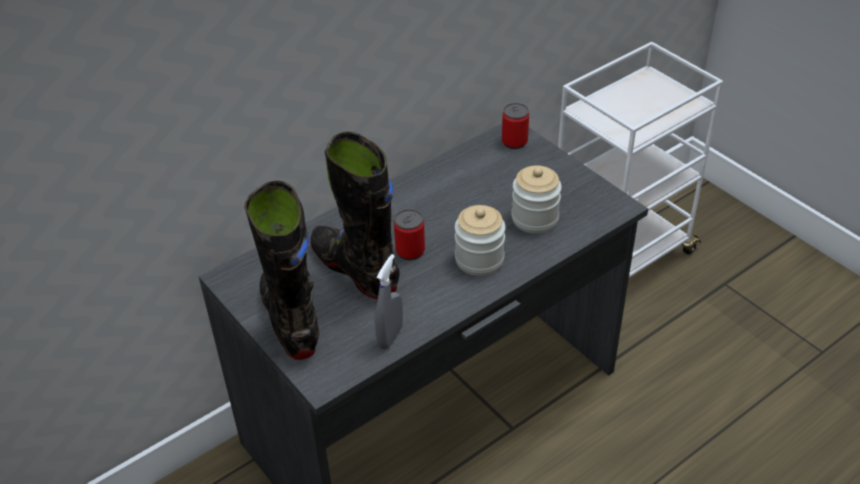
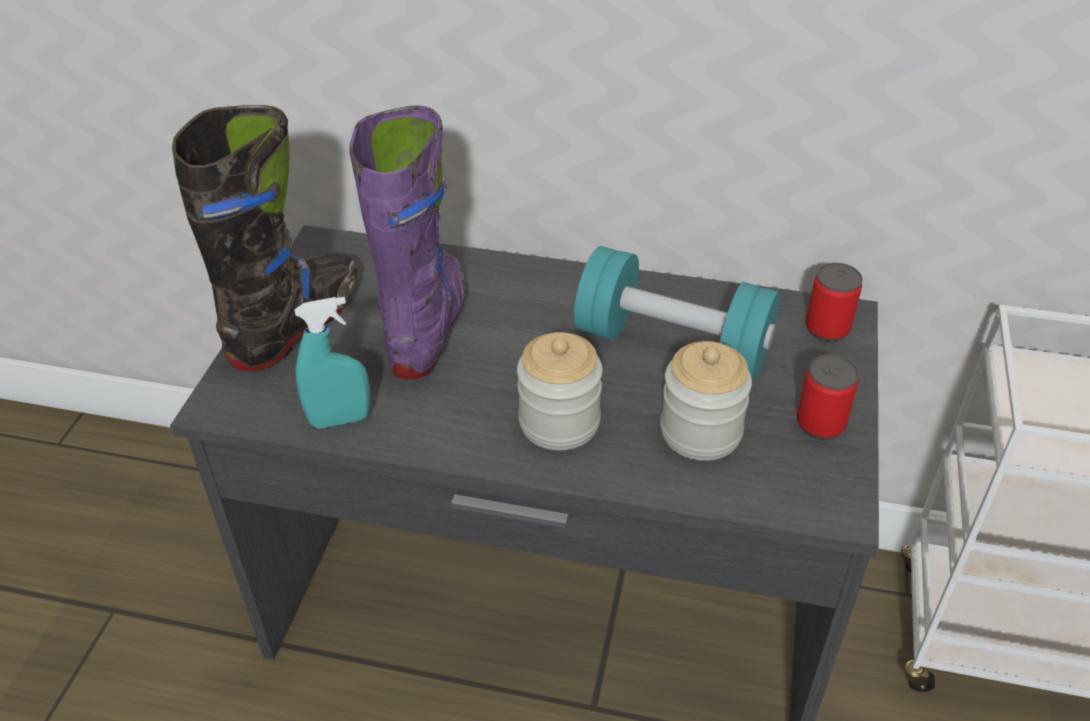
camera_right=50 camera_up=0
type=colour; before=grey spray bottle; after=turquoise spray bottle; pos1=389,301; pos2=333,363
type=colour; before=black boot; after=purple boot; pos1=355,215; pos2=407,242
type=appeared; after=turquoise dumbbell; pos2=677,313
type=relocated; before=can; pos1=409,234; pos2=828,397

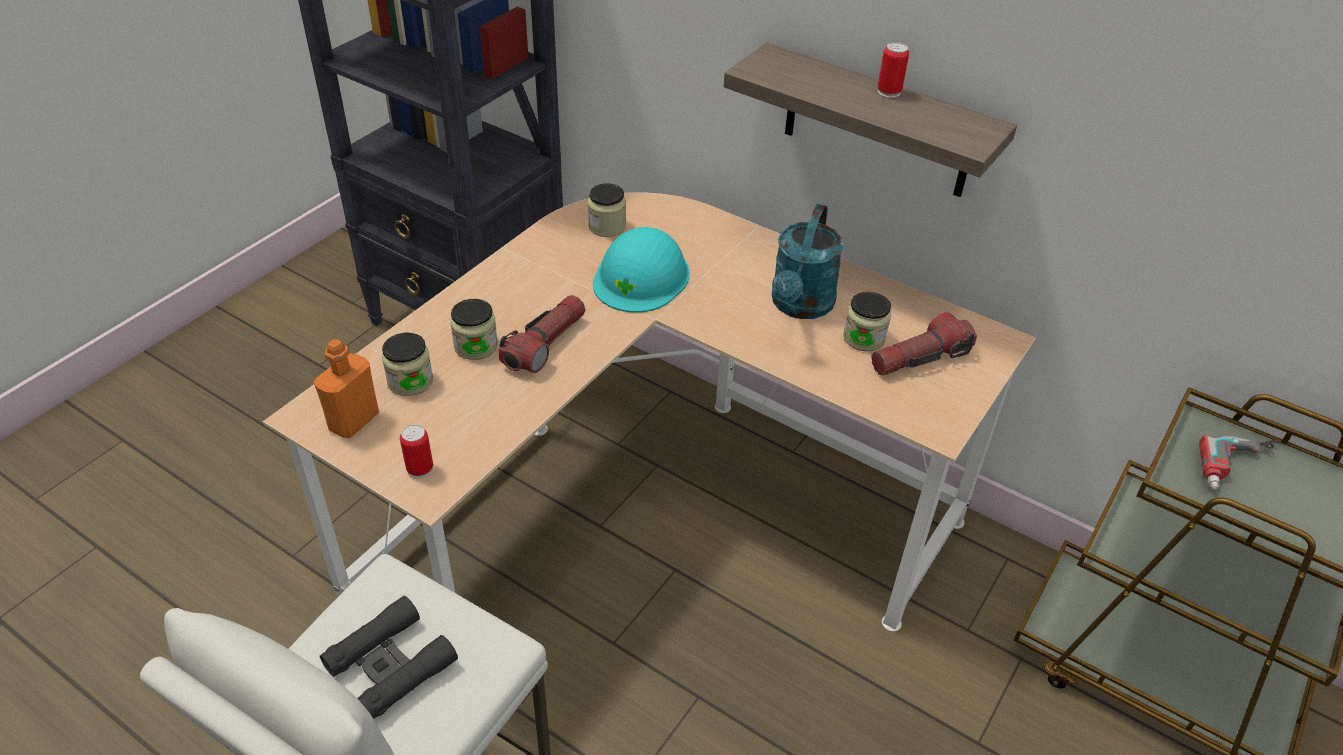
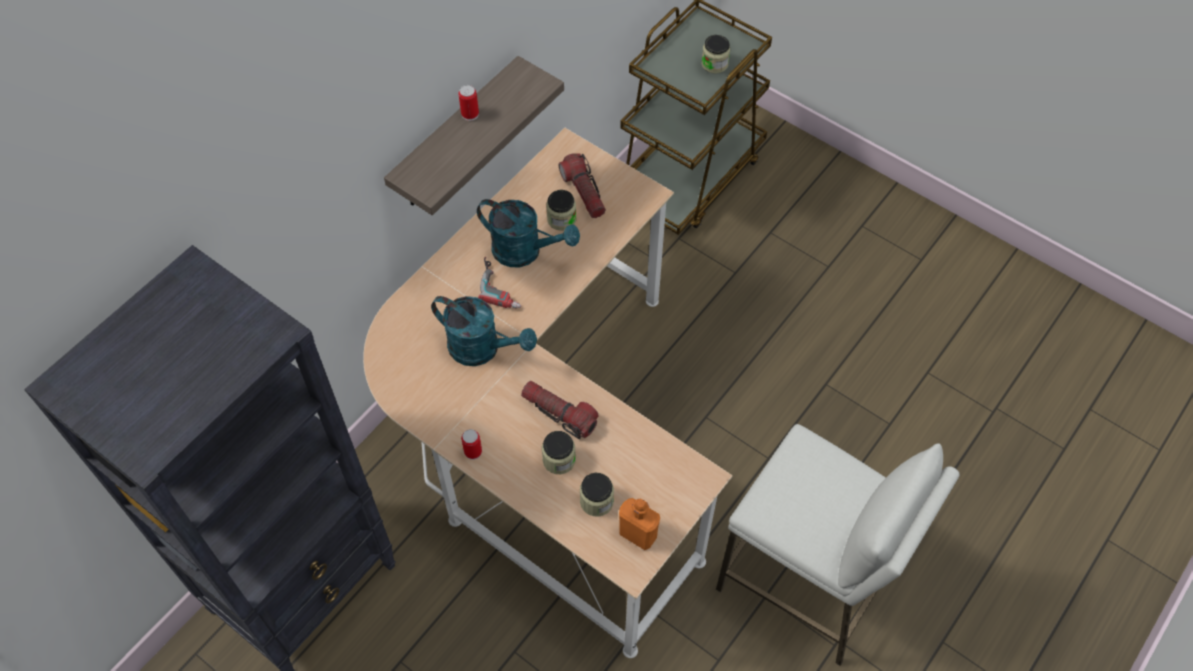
camera_right=-85 camera_up=15
type=exchanged; before=turquoise hard hat; after=turquoise watering can; pos1=641,270; pos2=484,331
type=relocated; before=can; pos1=416,451; pos2=471,444
type=relocated; before=power drill; pos1=1239,462; pos2=499,283
type=relocated; before=jar; pos1=606,210; pos2=715,54
type=missing; before=black binoculars; pos1=389,657

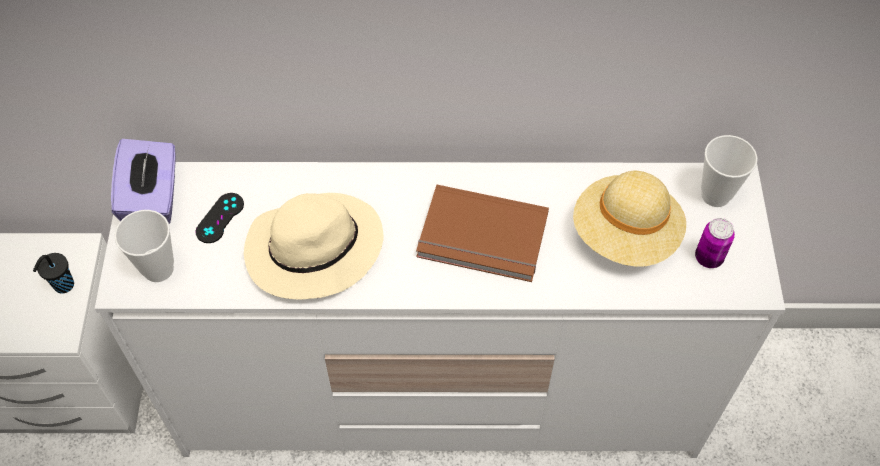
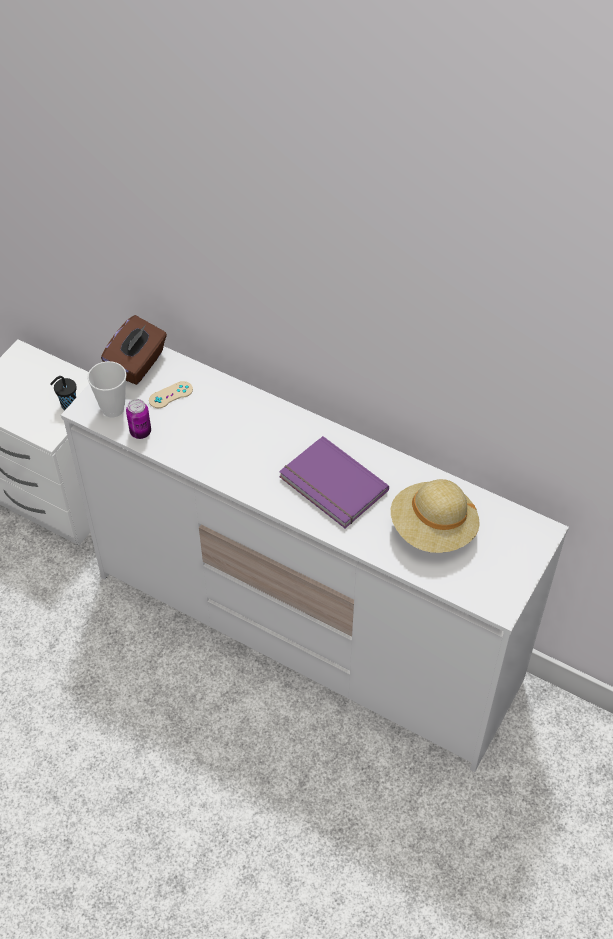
camera_right=30 camera_up=-5
type=colour; before=purple tissue box; after=brown tissue box; pos1=143,181; pos2=134,350
type=relocated; before=can; pos1=715,243; pos2=138,419
type=colour; before=black game controller; after=beige game controller; pos1=219,218; pos2=171,394
type=colour; before=brown book; after=purple book; pos1=482,233; pos2=334,482
type=missing; before=beige hat; pos1=313,246
type=missing; before=cup; pos1=729,171

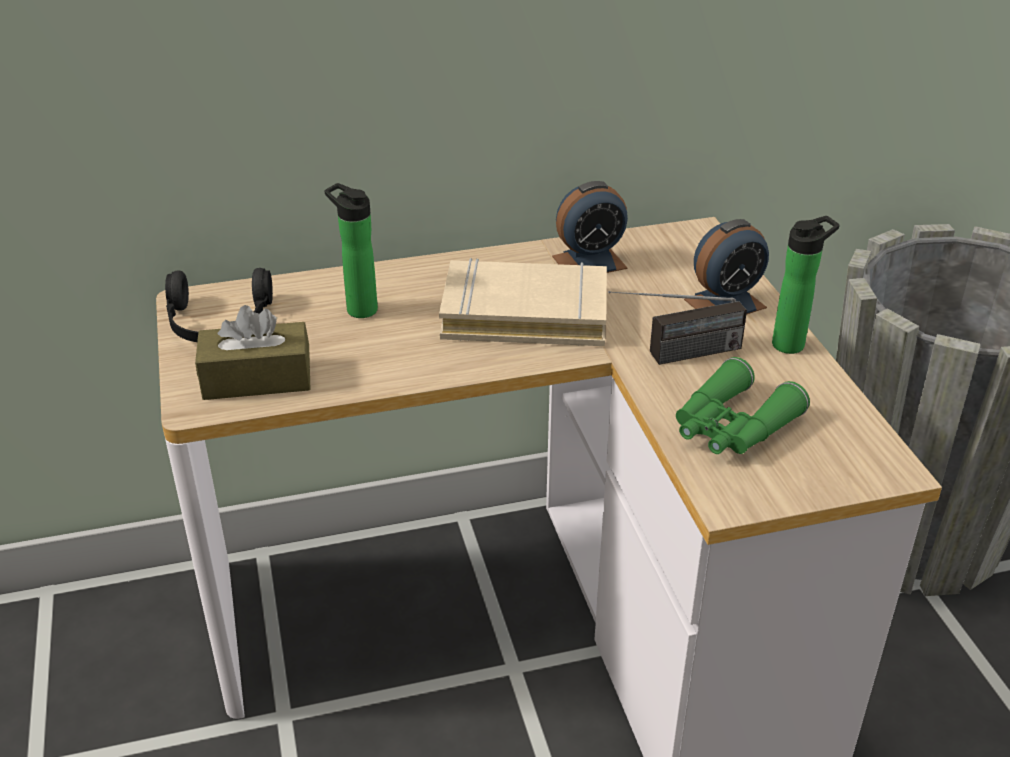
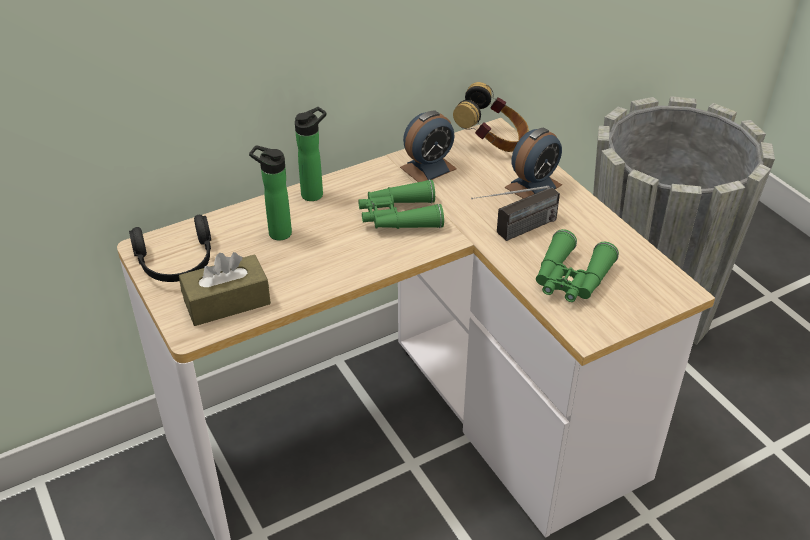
camera_right=-15 camera_up=5
type=relocated; before=bottle; pos1=806,285; pos2=311,154
type=exchanged; before=beige book; after=green binoculars; pos1=523,302; pos2=401,204
type=appeared; after=headphones; pos2=491,117

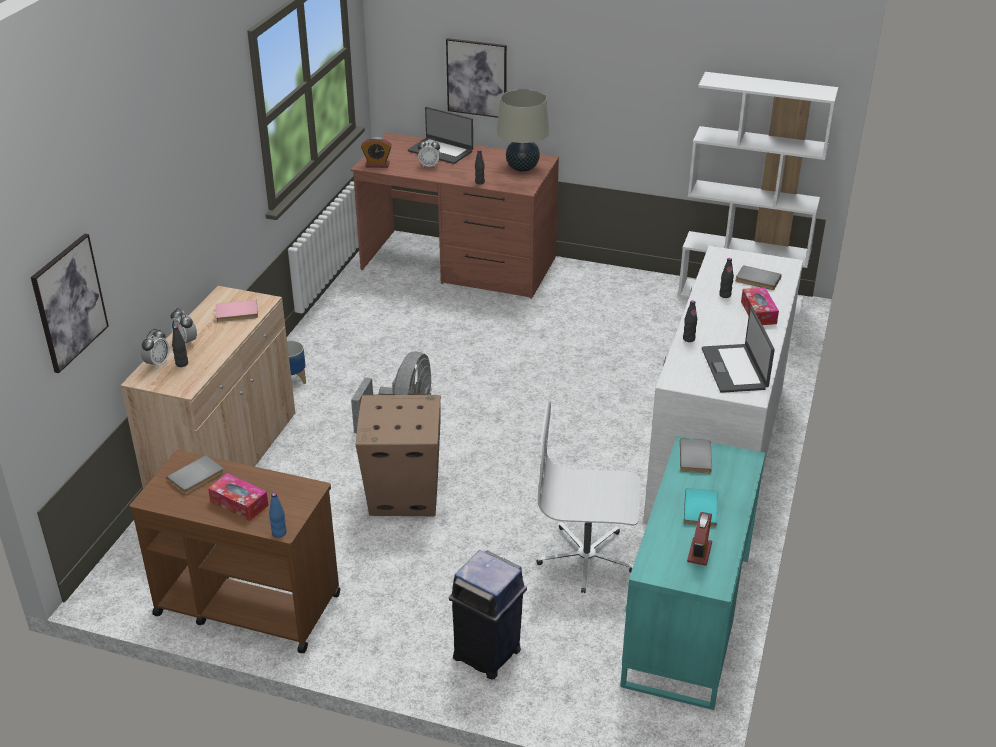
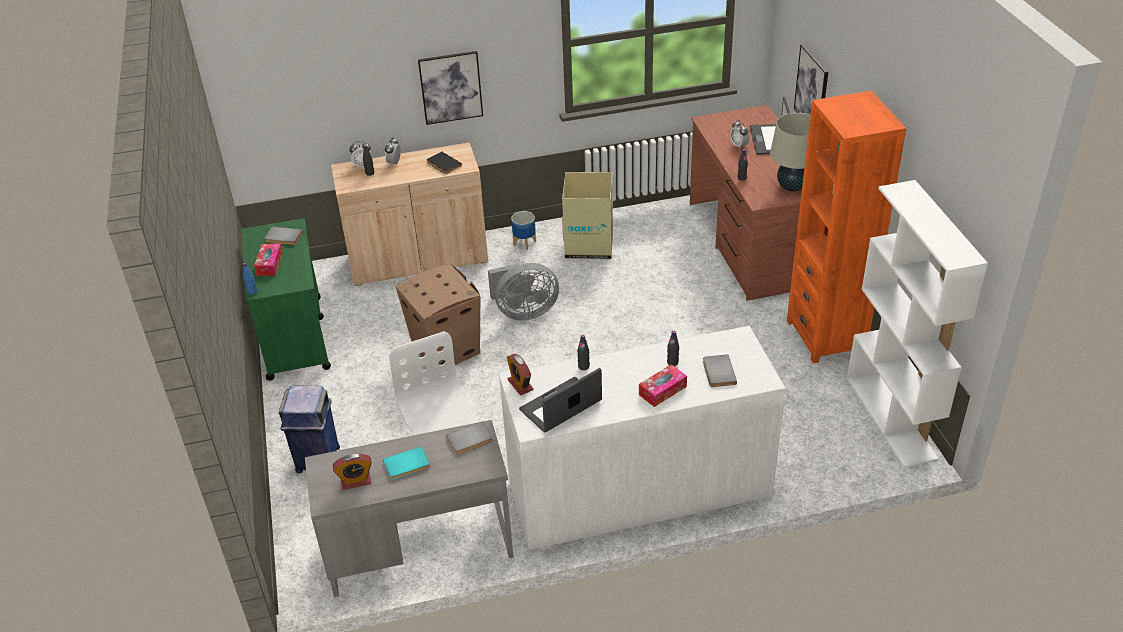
camera_right=60 camera_up=5
type=colour; before=brown cart; after=green cart; pos1=235,551; pos2=286,299
type=colour; before=turquoise desk; after=grey desk; pos1=692,573; pos2=409,508
type=relocated; before=picture; pos1=70,303; pos2=450,88
type=colour; before=pink book; after=black book; pos1=237,311; pos2=444,163
type=relocated; before=alarm clock; pos1=376,152; pos2=520,374
type=appeared; after=cardboard box; pos2=587,215
type=appeared; after=orange bookcase; pos2=846,227

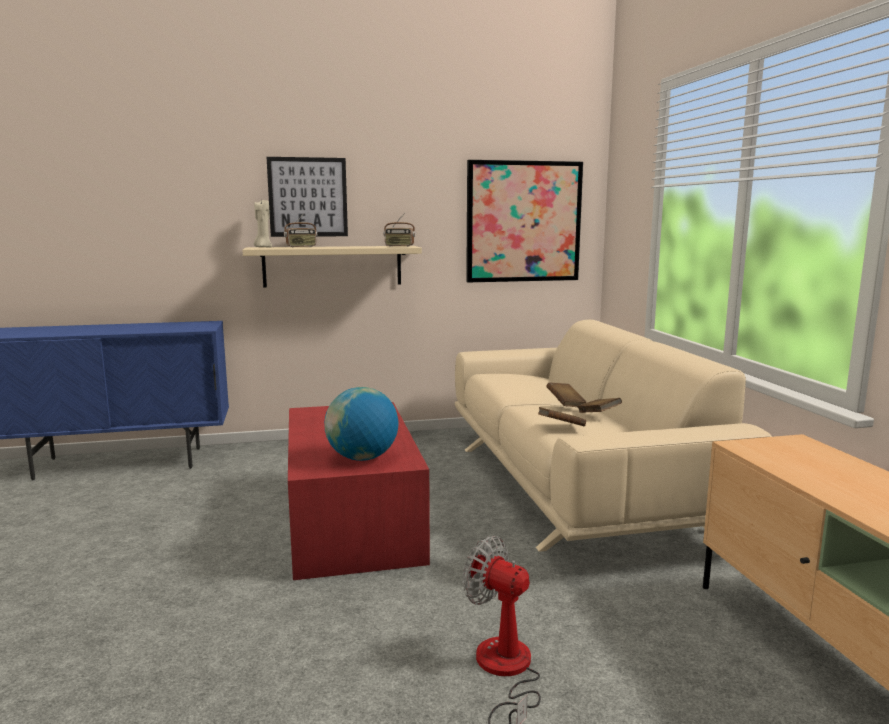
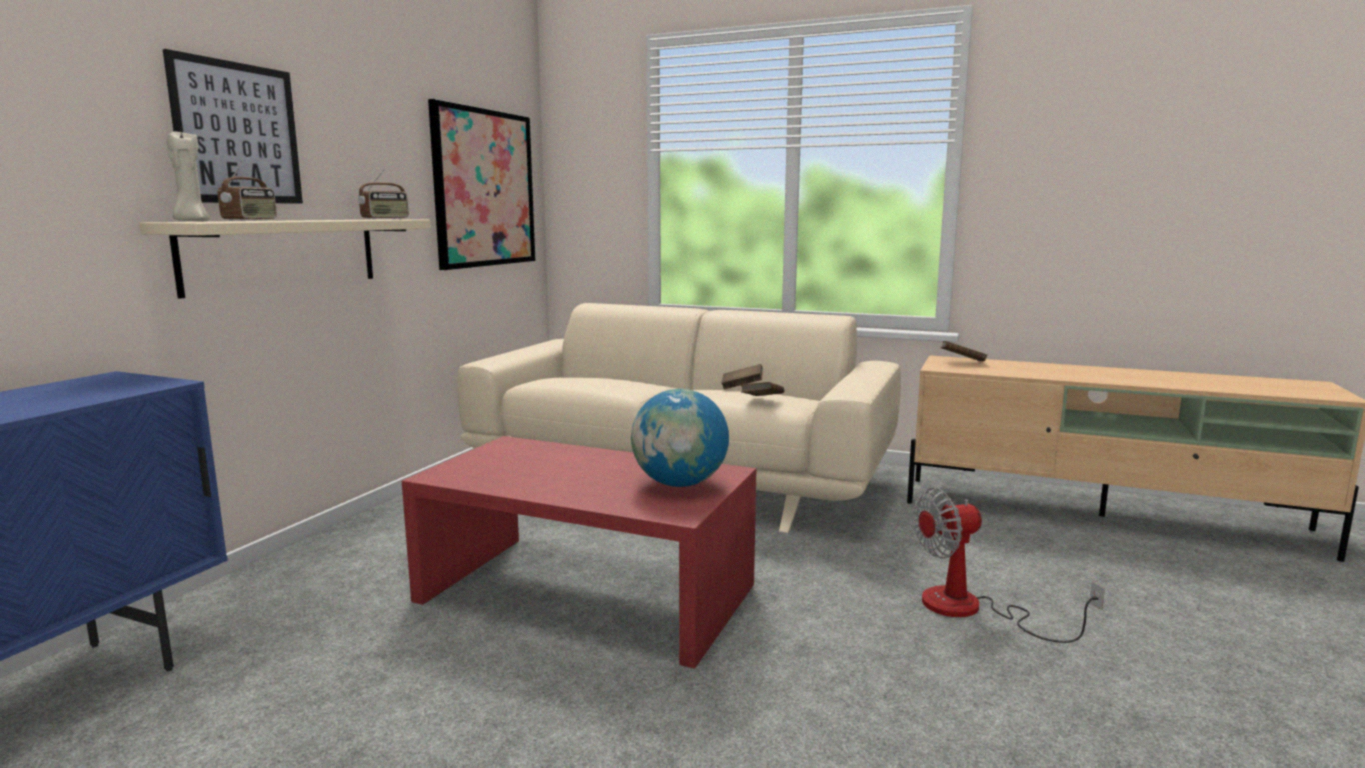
camera_right=-55 camera_up=0
type=relocated; before=brown book; pos1=566,395; pos2=963,351

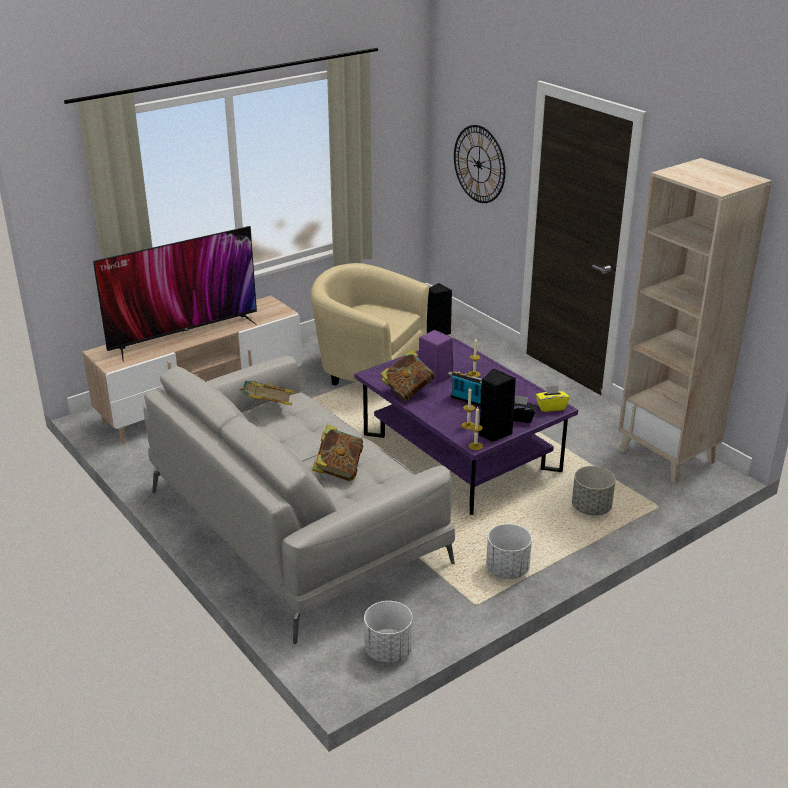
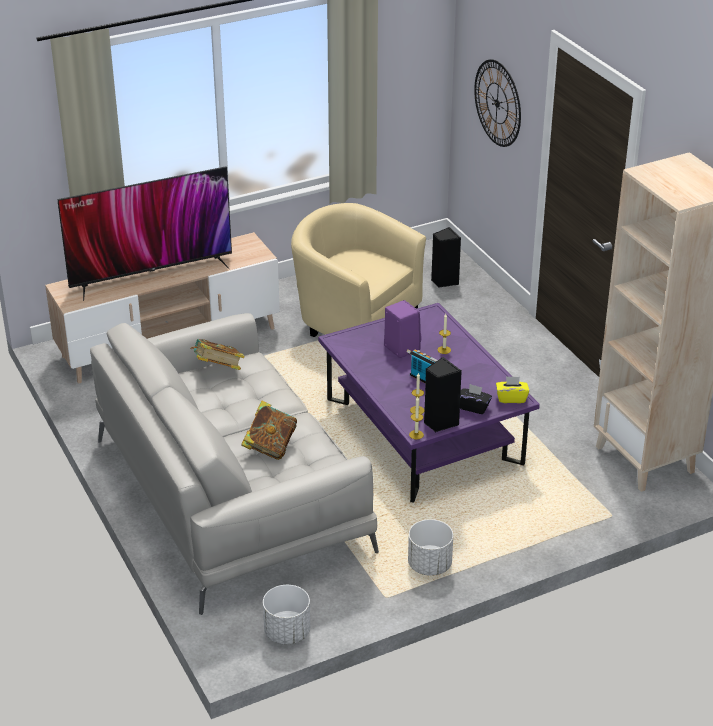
camera_right=10 camera_up=5
type=missing; before=book; pos1=407,375
type=missing; before=grey planter; pos1=594,490

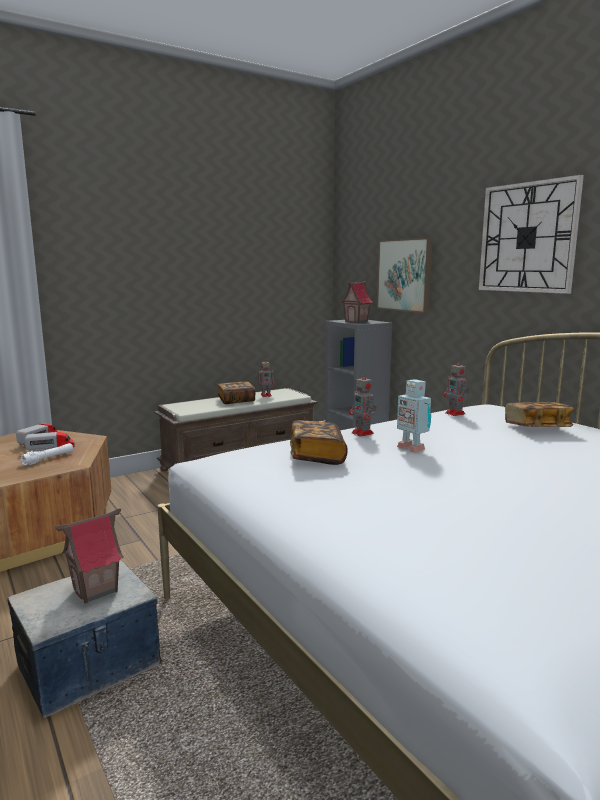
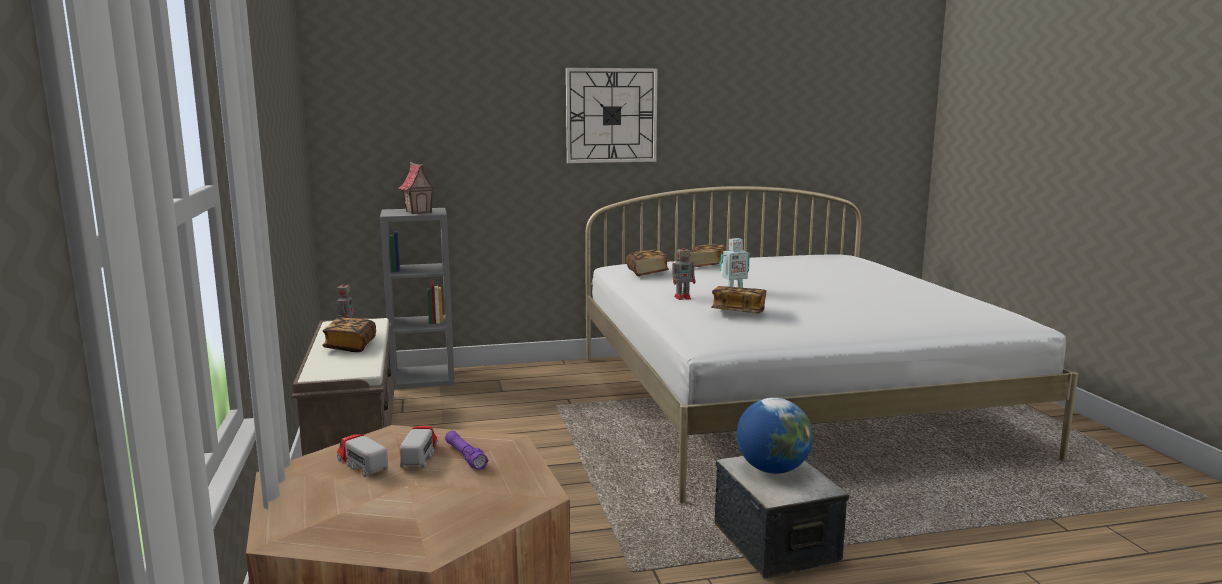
camera_right=-70 camera_up=0
type=colour; before=white flashlight; after=purple flashlight; pos1=46,454; pos2=466,450
type=exchanged; before=toy robot; after=book; pos1=456,387; pos2=647,262
type=exchanged; before=toy house; after=globe; pos1=89,556; pos2=775,436
type=missing; before=picture; pos1=404,275

